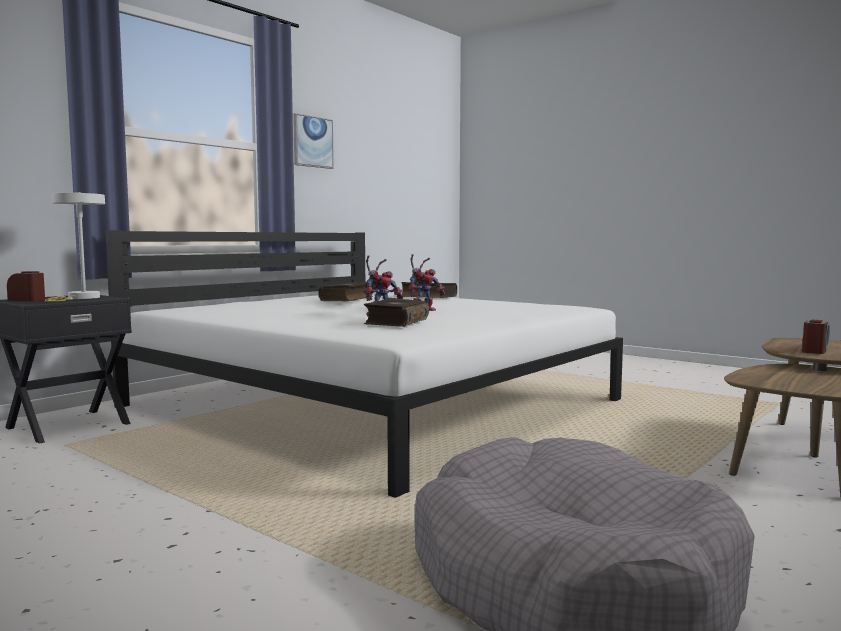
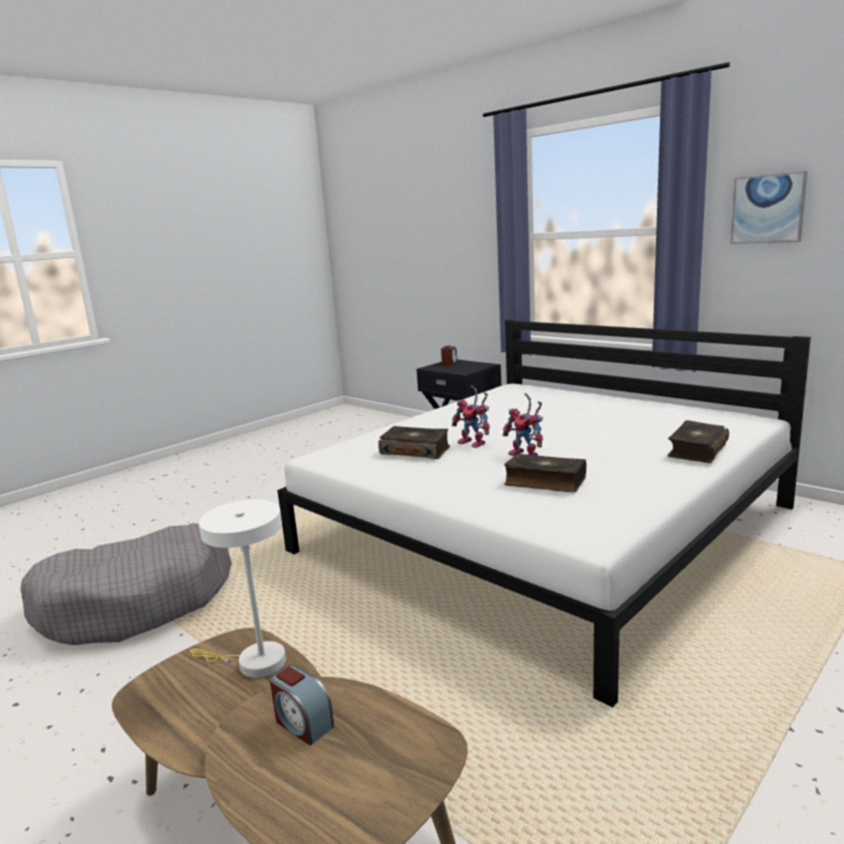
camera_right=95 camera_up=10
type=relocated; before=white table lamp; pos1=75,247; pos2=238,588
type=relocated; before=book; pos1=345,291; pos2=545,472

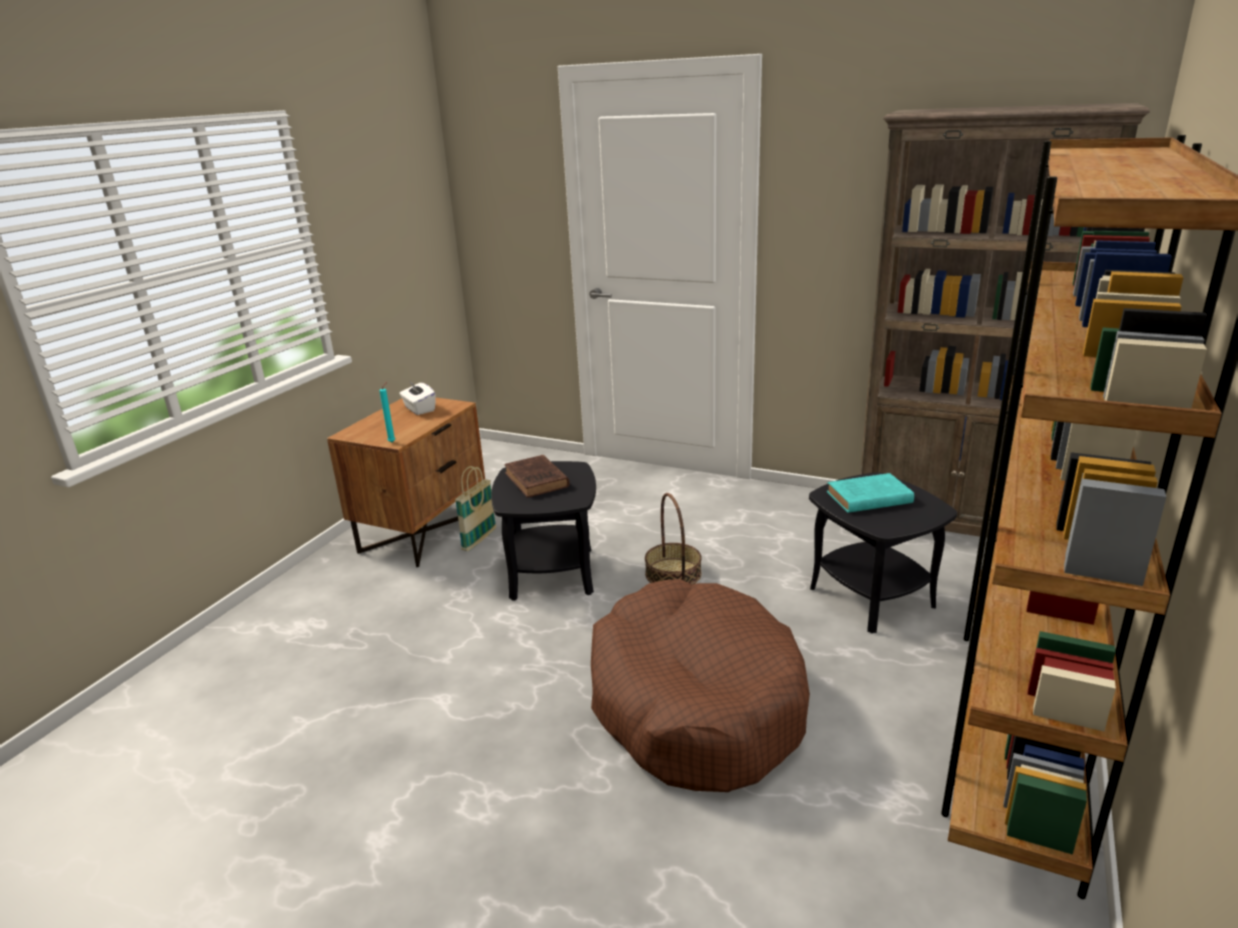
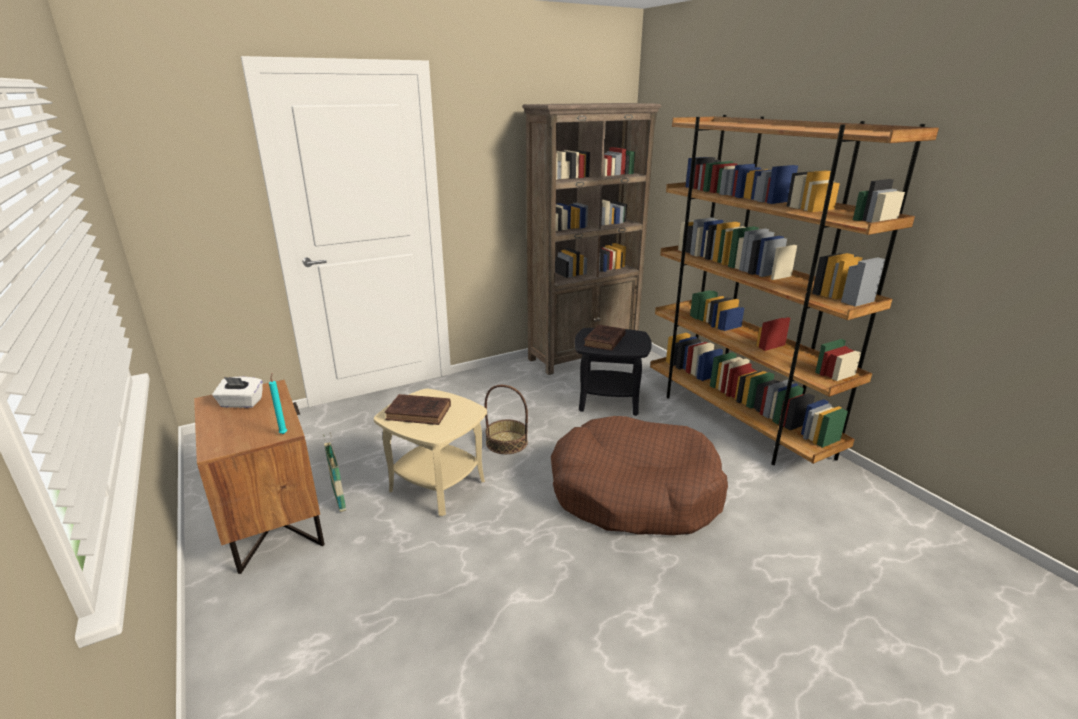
camera_right=-55 camera_up=0
type=colour; before=black side table; after=beige side table; pos1=543,531; pos2=430,452
type=colour; before=turquoise book; after=brown book; pos1=870,493; pos2=605,338

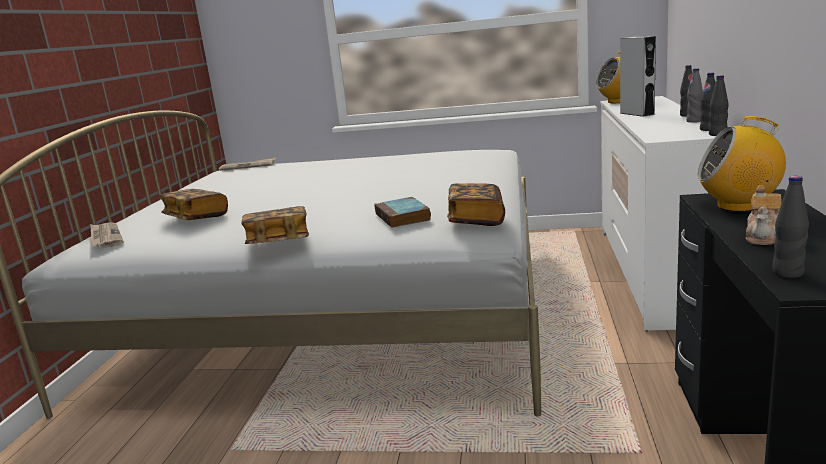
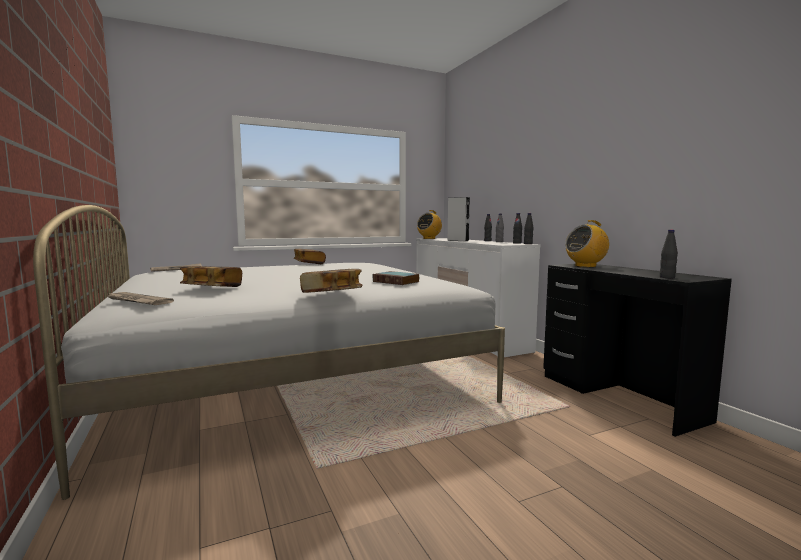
camera_right=-35 camera_up=-10
type=relocated; before=book; pos1=476,204; pos2=309,256
type=missing; before=teapot; pos1=764,215

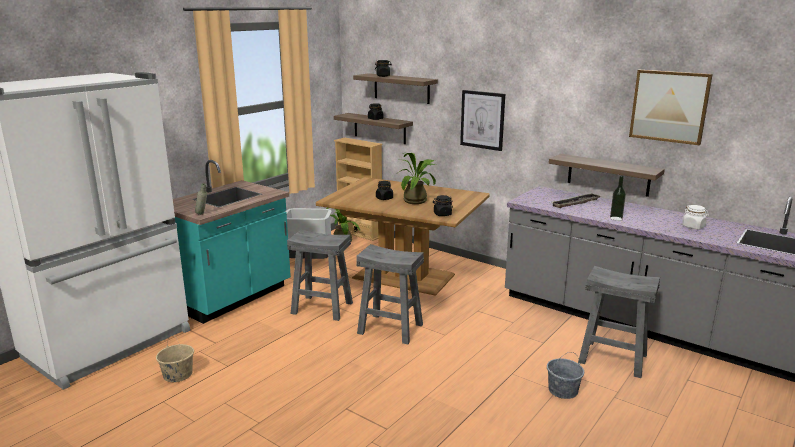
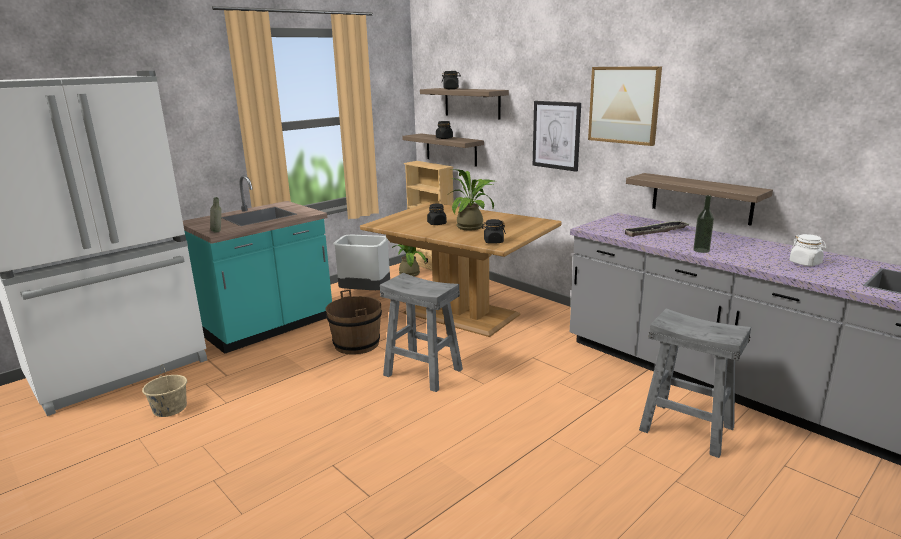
camera_right=10 camera_up=0
type=exchanged; before=grey stool; after=brown bucket; pos1=320,275; pos2=354,322
type=relocated; before=picture; pos1=671,107; pos2=625,106
type=missing; before=grey bucket; pos1=565,375

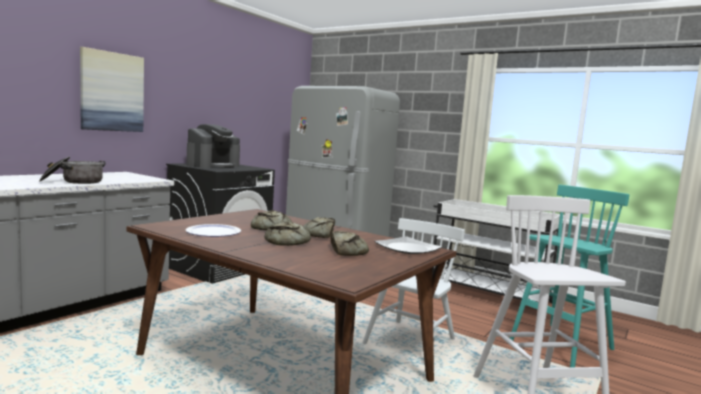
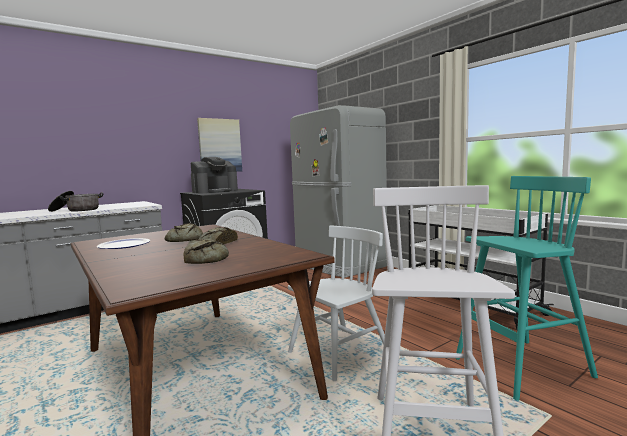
camera_right=20 camera_up=0
type=relocated; before=picture; pos1=112,89; pos2=219,145
type=missing; before=bread; pos1=288,233
type=missing; before=plate; pos1=408,245

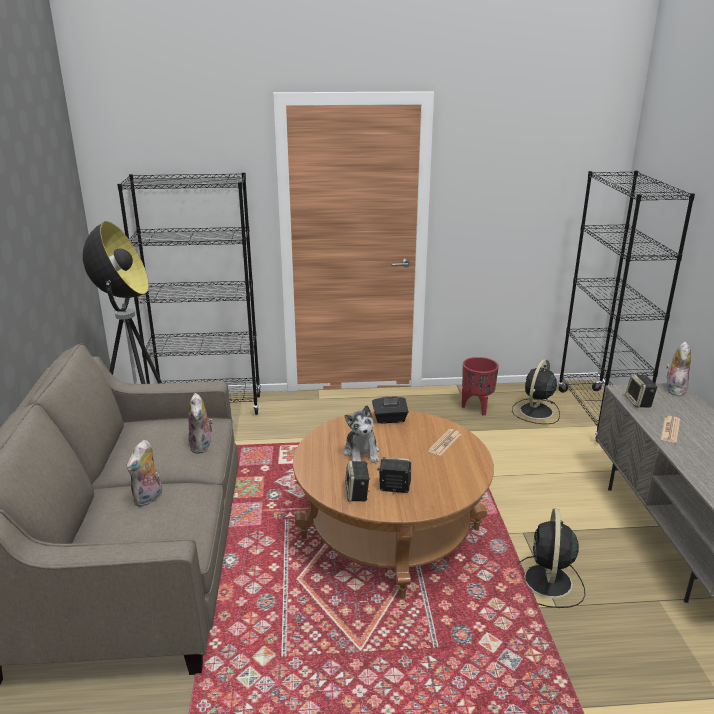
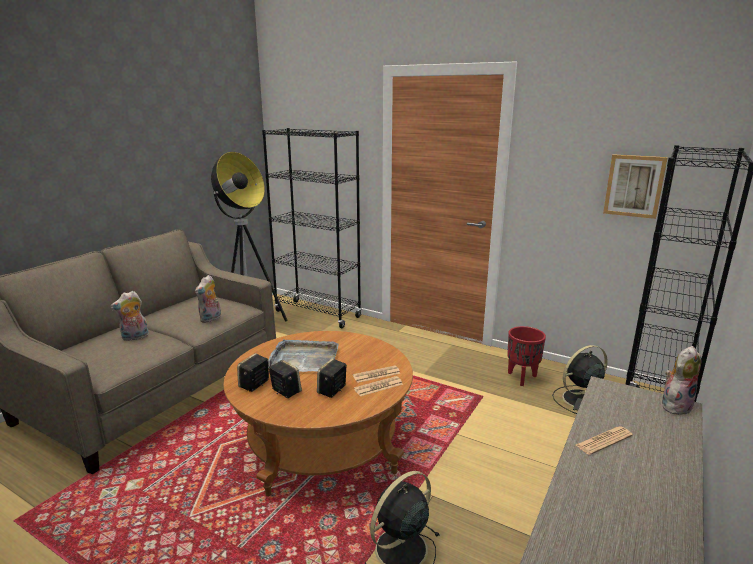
camera_right=35 camera_up=-5
type=exchanged; before=plush toy; after=grey tray; pos1=361,434; pos2=303,355
type=relocated; before=speaker; pos1=641,391; pos2=332,378
type=appeared; after=newspaper; pos2=378,386
type=appeared; after=picture; pos2=635,186
type=missing; before=black tissue box; pos1=390,410

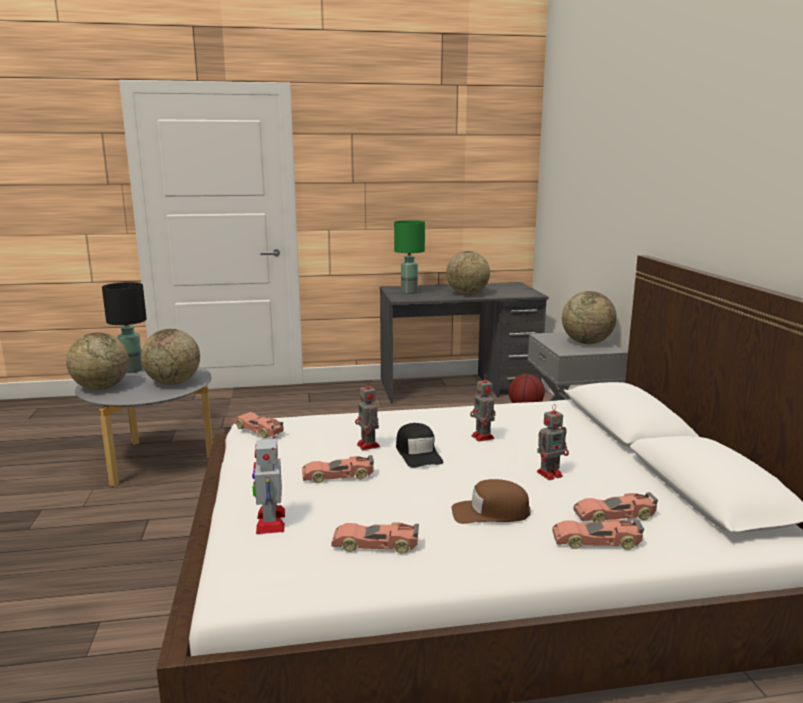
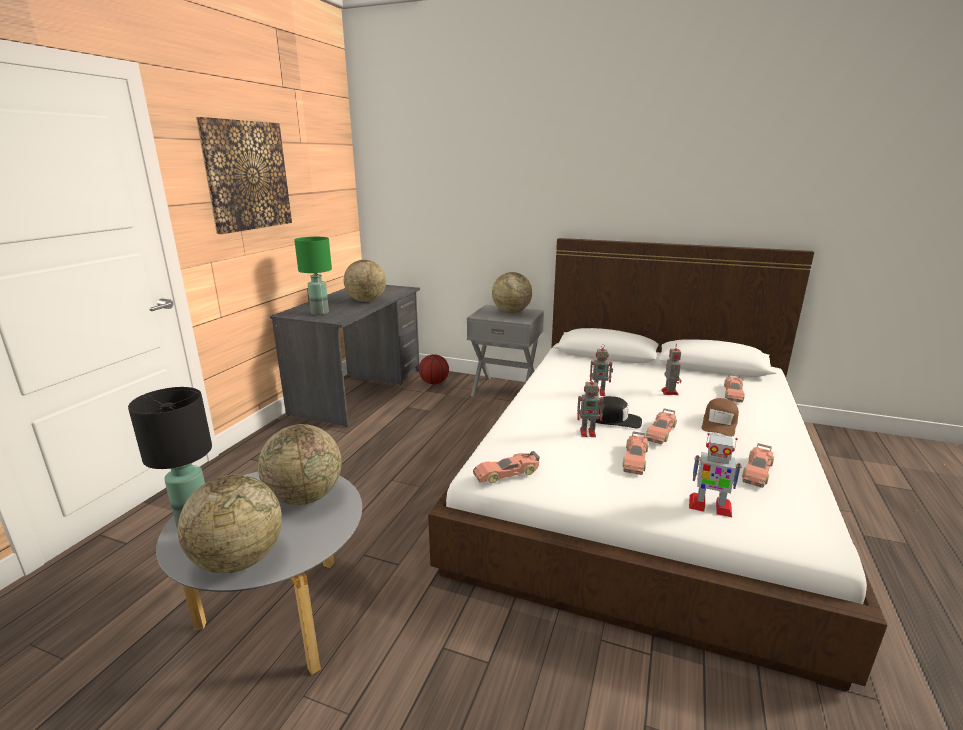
camera_right=-60 camera_up=5
type=appeared; after=picture; pos2=244,175
type=relocated; before=toy car; pos1=598,534; pos2=661,426

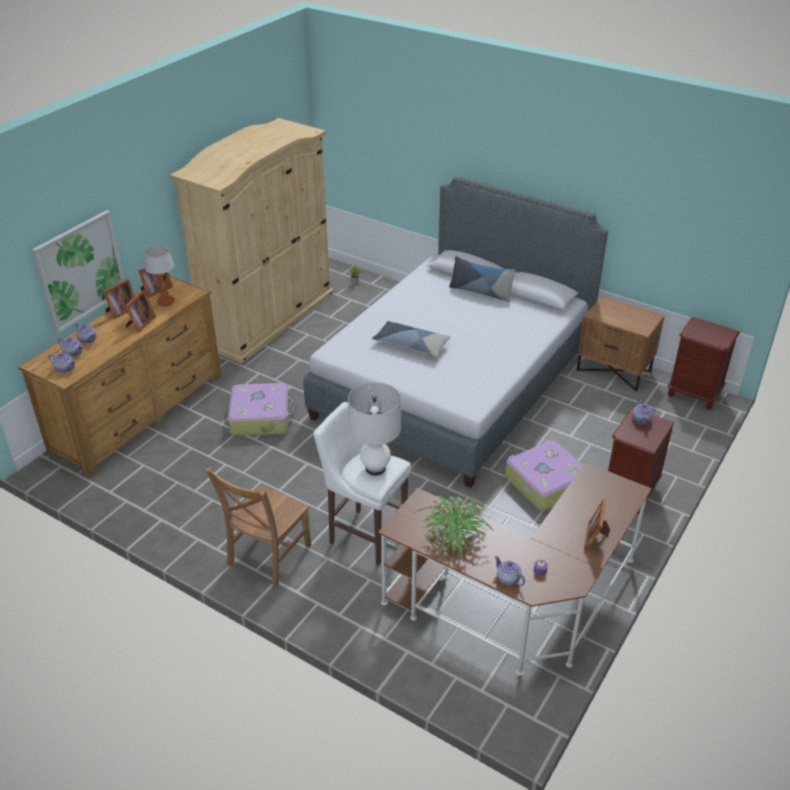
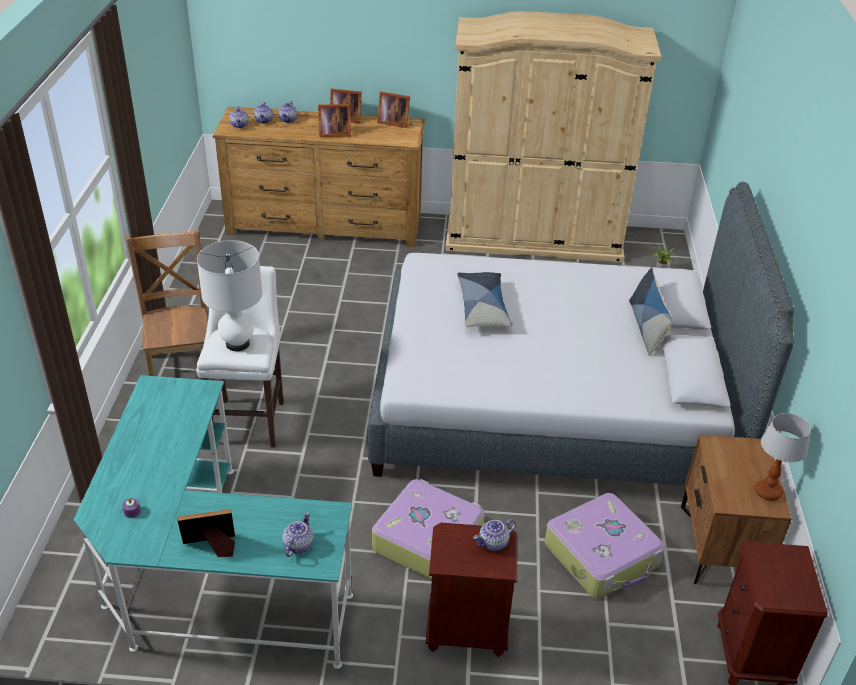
camera_right=60 camera_up=0
type=colour; before=brown desk; after=turquoise desk; pos1=515,569; pos2=213,522
type=spun; before=brown chair; pos1=258,527; pos2=170,304; turn=75
type=relocated; before=teapot; pos1=509,571; pos2=298,534
type=relocated; before=suitcase; pos1=262,409; pos2=605,545
type=relocated; before=table lamp; pos1=160,276; pos2=783,457
type=missing; before=picture; pos1=78,271
type=missing; before=potted plant; pos1=454,524

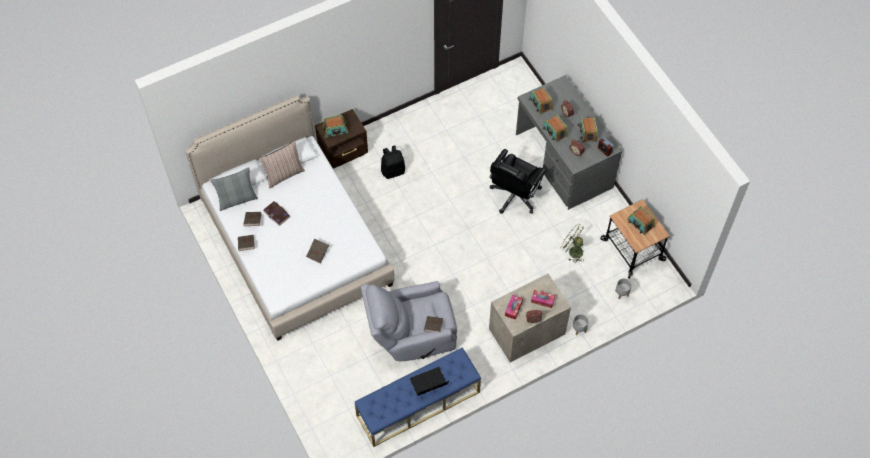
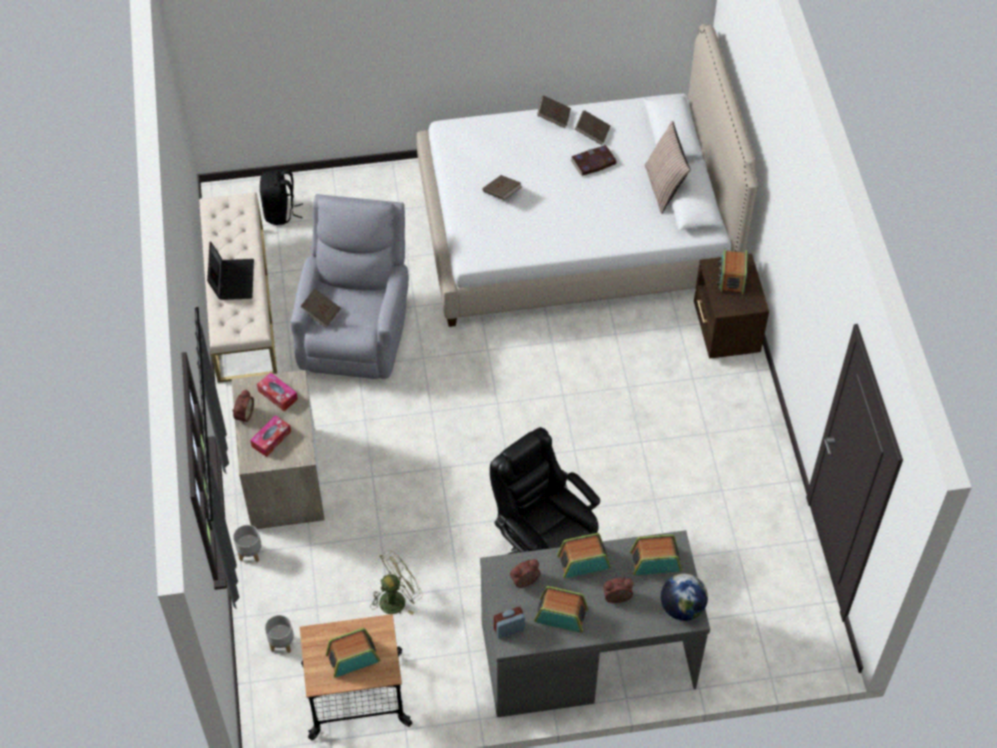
camera_right=110 camera_up=-5
type=colour; before=blue bench; after=beige bench; pos1=418,397; pos2=238,287
type=relocated; before=black backpack; pos1=393,162; pos2=281,197
type=appeared; after=globe; pos2=684,597
type=missing; before=grey pillow; pos1=234,189

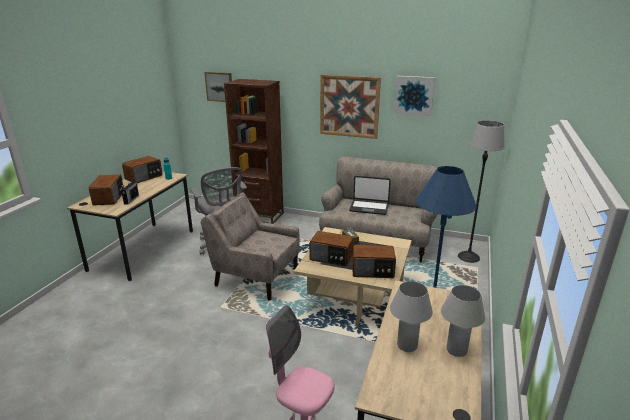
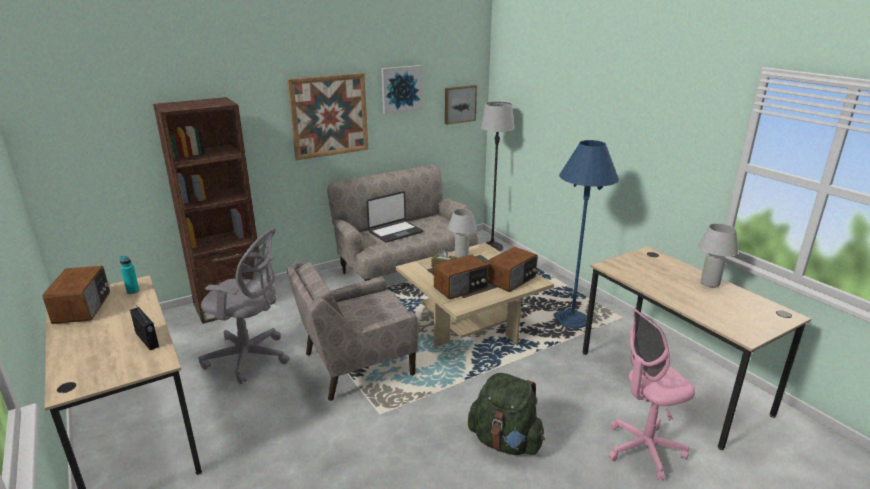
camera_right=-50 camera_up=0
type=relocated; before=picture; pos1=218,87; pos2=461,105
type=relocated; before=white table lamp; pos1=411,316; pos2=462,233
type=appeared; after=green backpack; pos2=506,414
type=missing; before=radio; pos1=106,190

